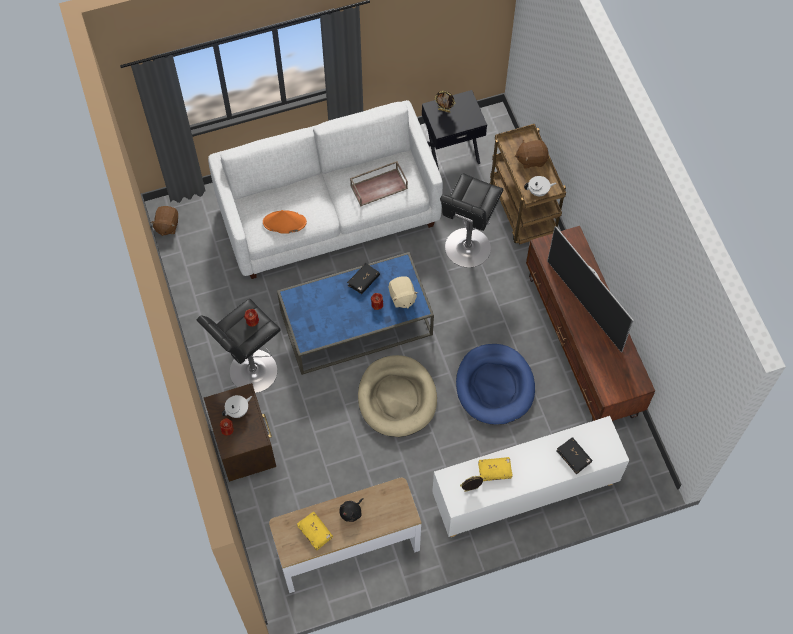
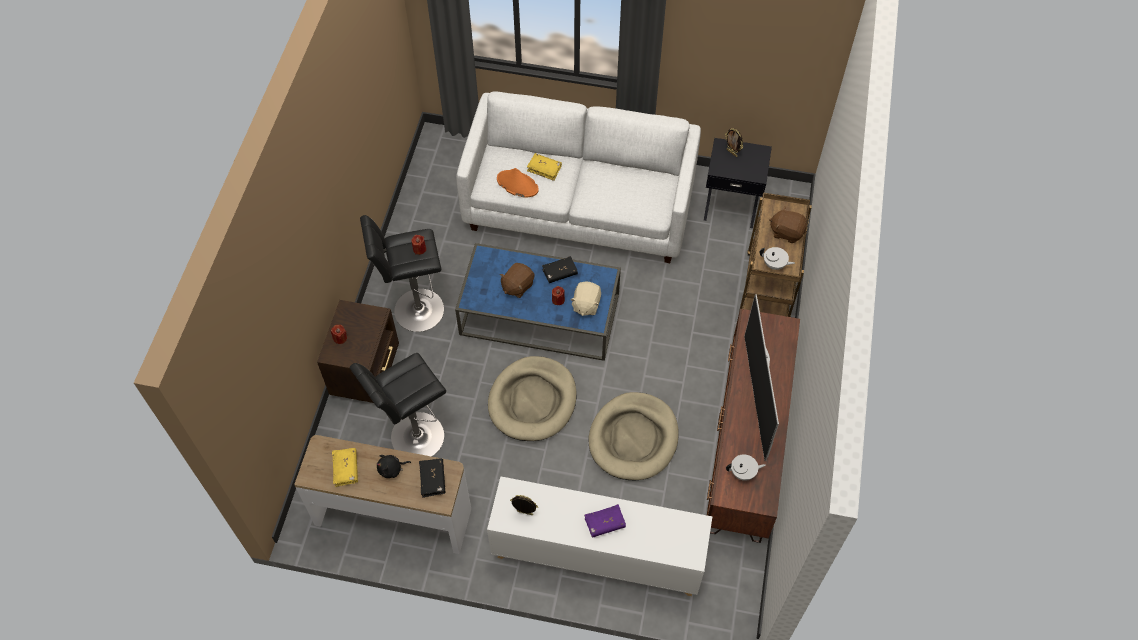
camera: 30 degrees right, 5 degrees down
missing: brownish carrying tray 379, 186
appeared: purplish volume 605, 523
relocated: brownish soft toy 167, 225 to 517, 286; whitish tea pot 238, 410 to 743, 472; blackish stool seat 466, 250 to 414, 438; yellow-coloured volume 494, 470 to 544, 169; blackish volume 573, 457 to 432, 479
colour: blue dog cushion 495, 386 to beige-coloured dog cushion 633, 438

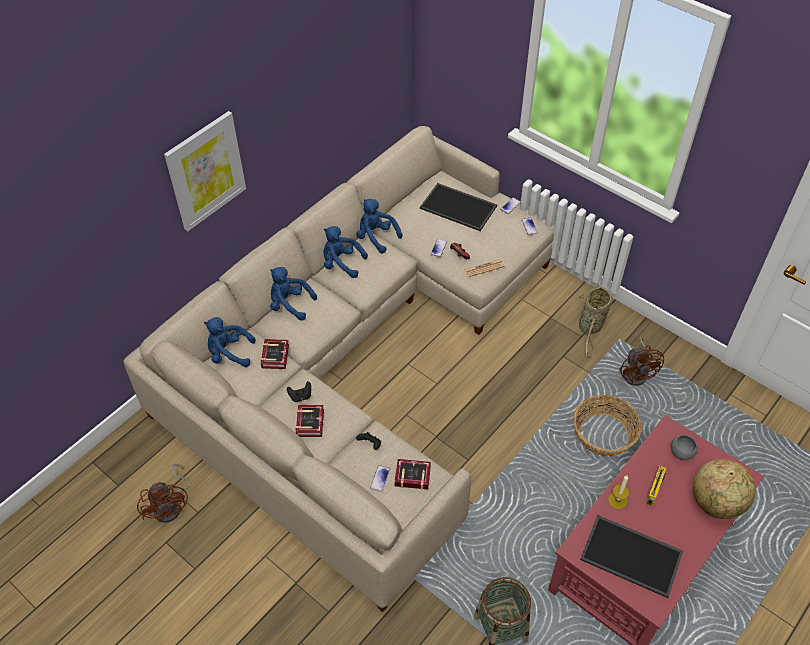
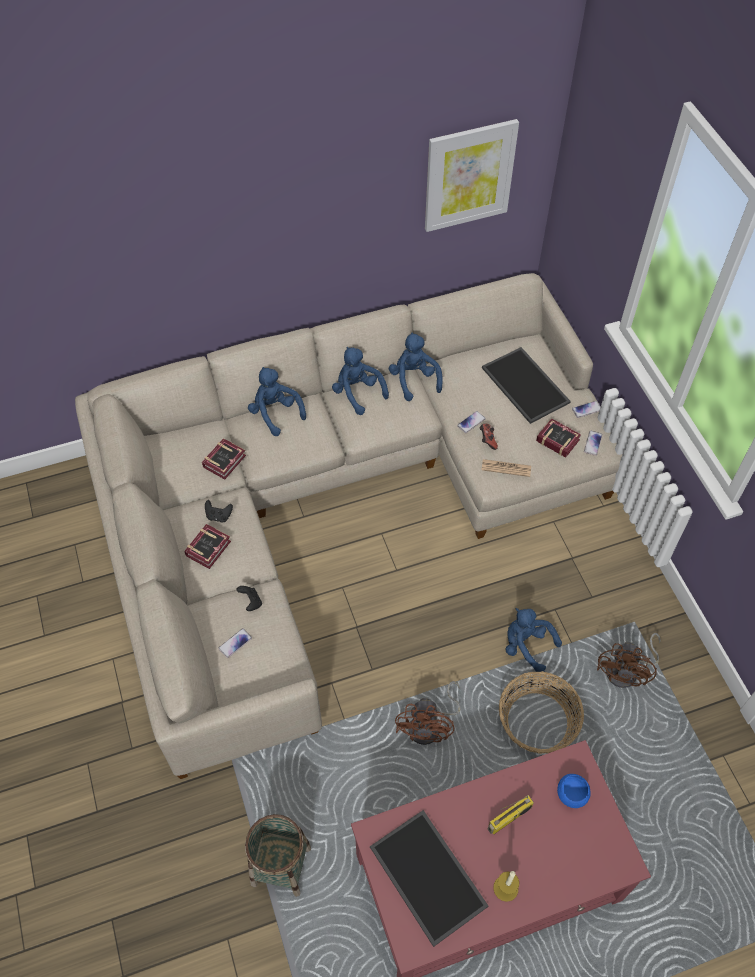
camera: 30 degrees right, 5 degrees up
missing: basket 590, 327; globe 716, 502
relocated: brownish cooling fan 171, 506 to 430, 726; picture 206, 171 to 469, 175; blue soft toy 229, 353 to 526, 646; volume 411, 475 to 556, 439; wax light 617, 500 to 505, 888
colour: greyish serving bowl 681, 453 to blue serving bowl 571, 795

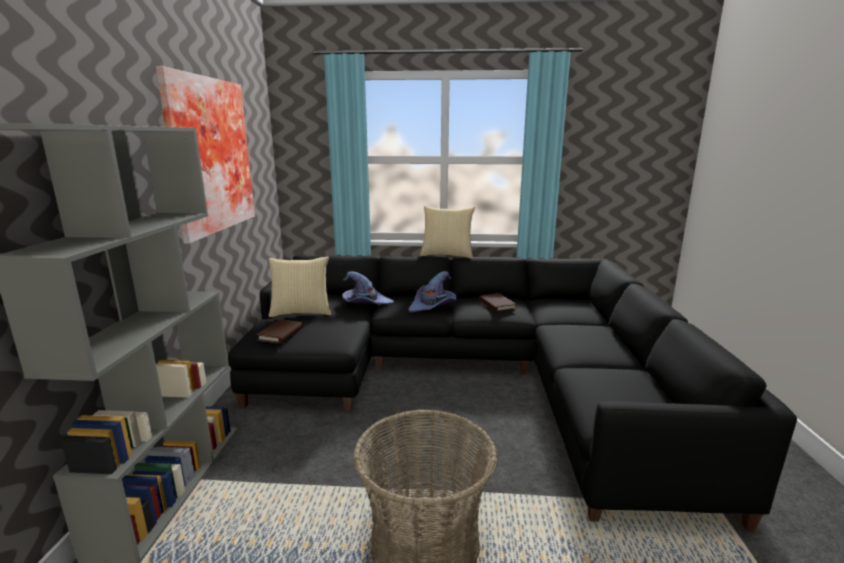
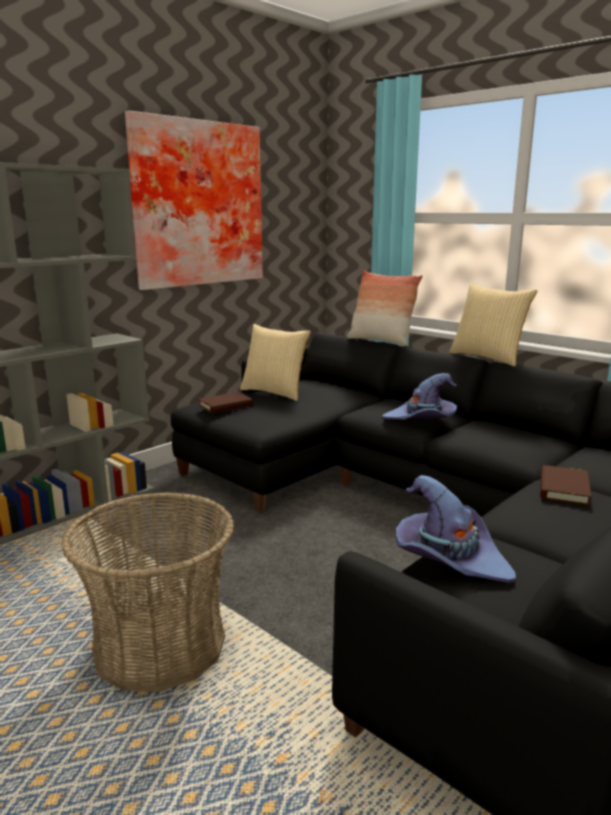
camera: 40 degrees right, 0 degrees up
appeared: cushion 380, 341
relocated: purplish hat 366, 303 to 449, 558; brownish volume 496, 305 to 563, 489

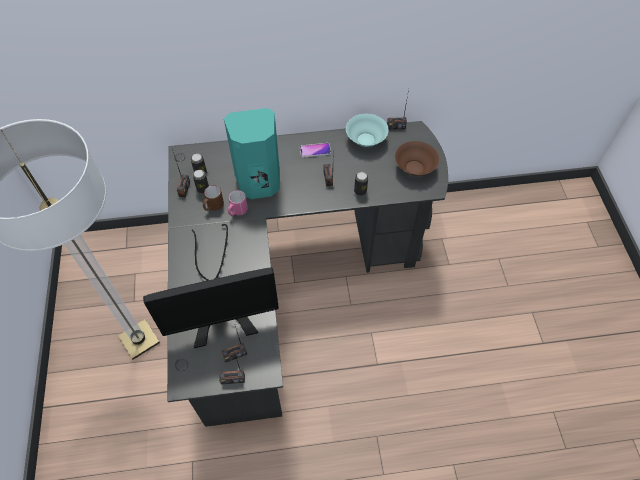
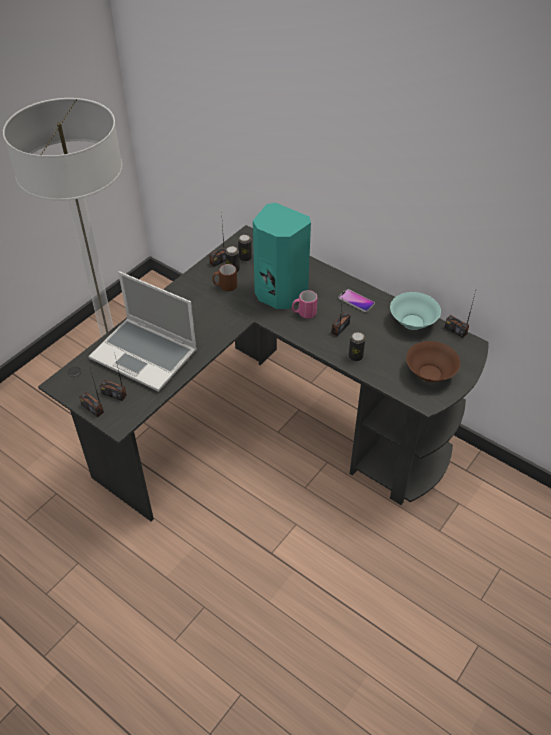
camera: 45 degrees right, 10 degrees down
relocated: pink-coloured coffee mug 237, 211 to 304, 313
exchanged: monitor 220, 305 to notebook computer 146, 355

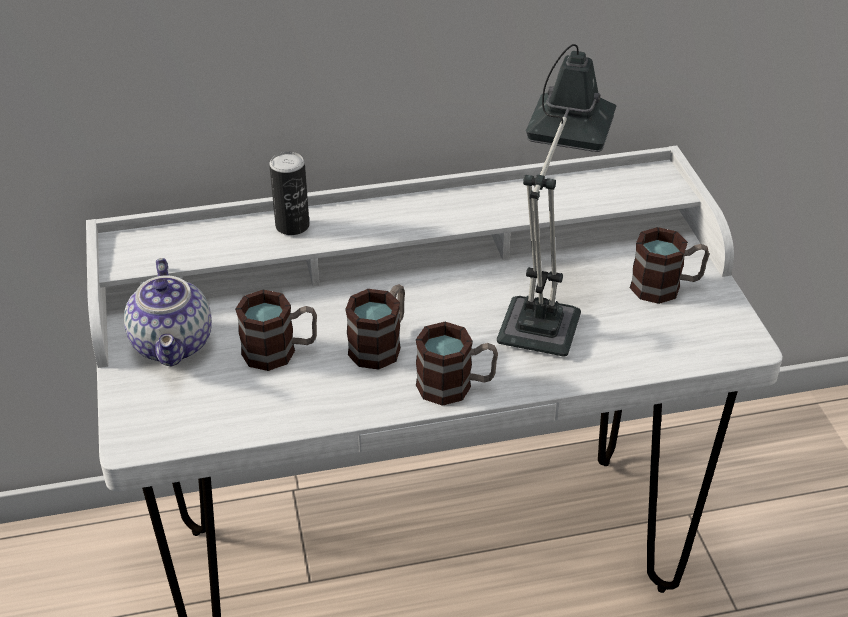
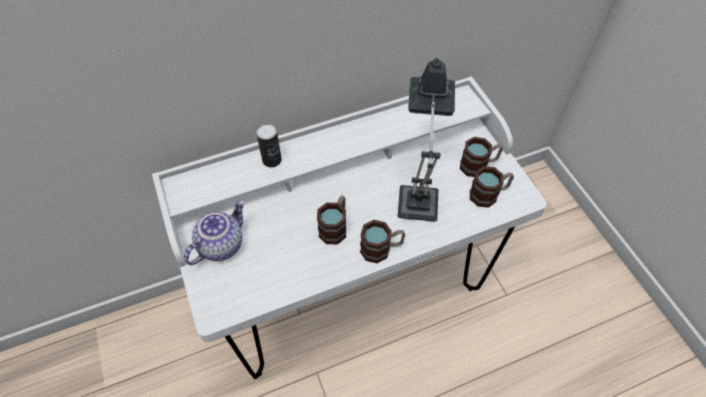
camera: 10 degrees left, 15 degrees up
relocated: coffee mug 280, 351 to 488, 194
spun: tea pot 174, 345 = 220, 244 120 degrees counterclockwise

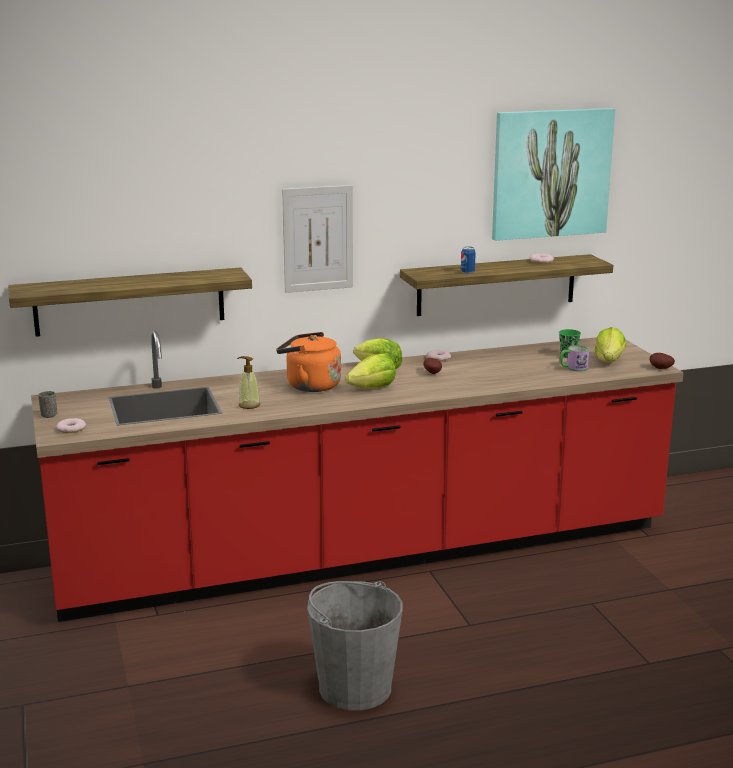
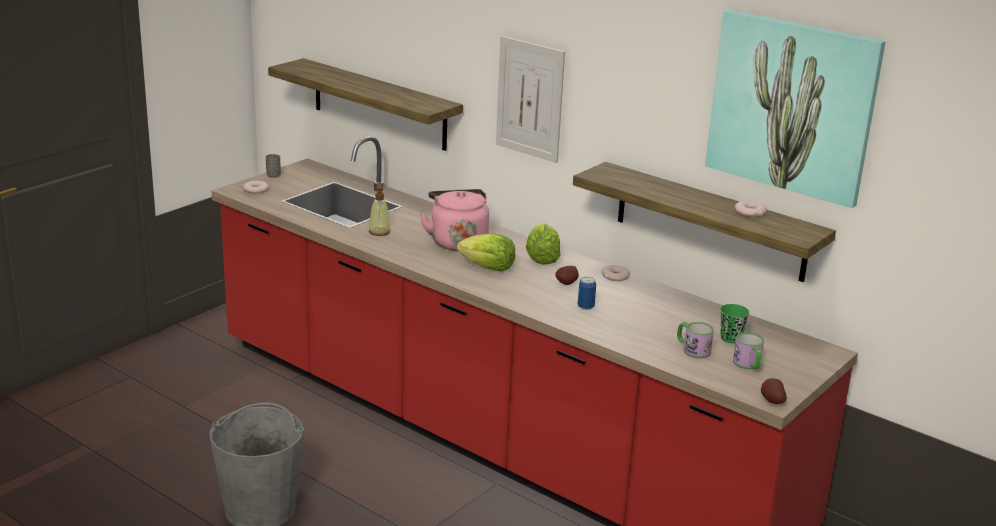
camera: 55 degrees right, 5 degrees up
relocated: sealed can 467, 272 to 585, 307
exchanged: head of lettuce 609, 361 to coffee mug 748, 365
colour: orange water kettle 309, 386 to pink-coloured water kettle 457, 241

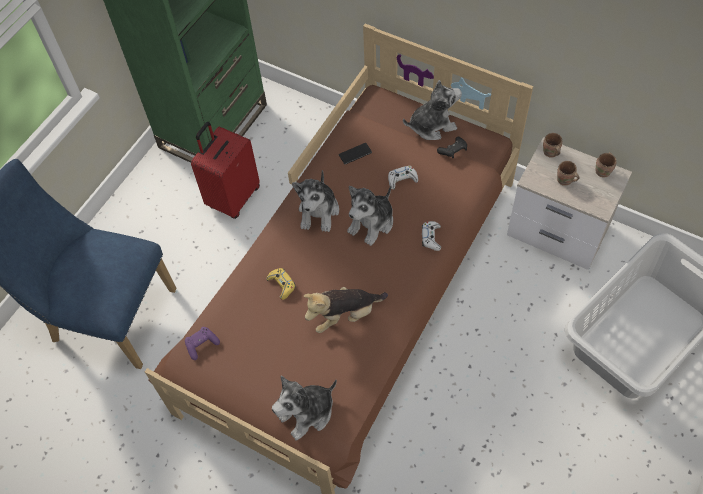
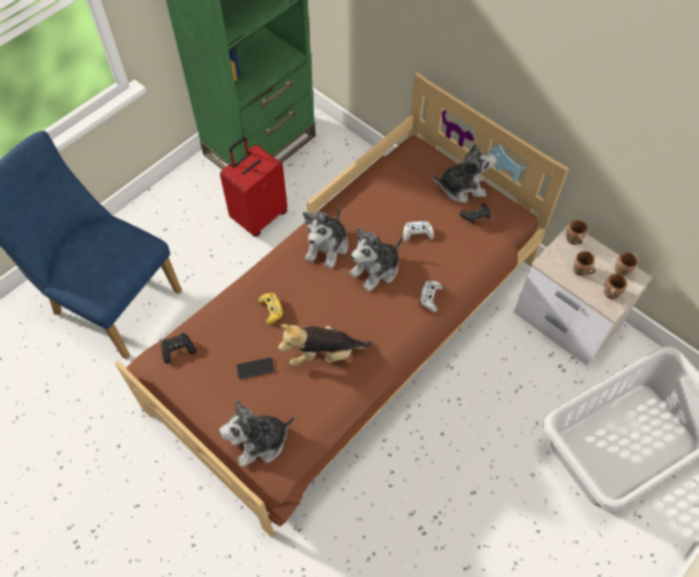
camera: 10 degrees right, 0 degrees up
appeared: brownish coffee mug 610, 293
relocated: telephone 355, 154 to 255, 368
colour: purplish joypad 202, 345 to blackish joypad 178, 350

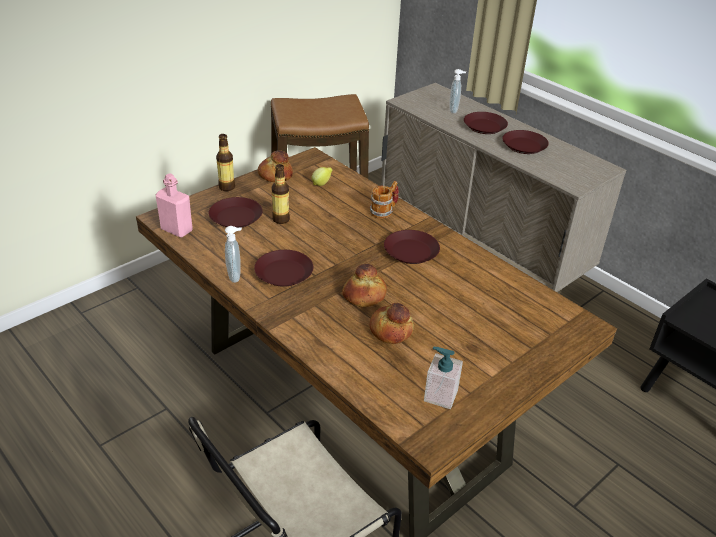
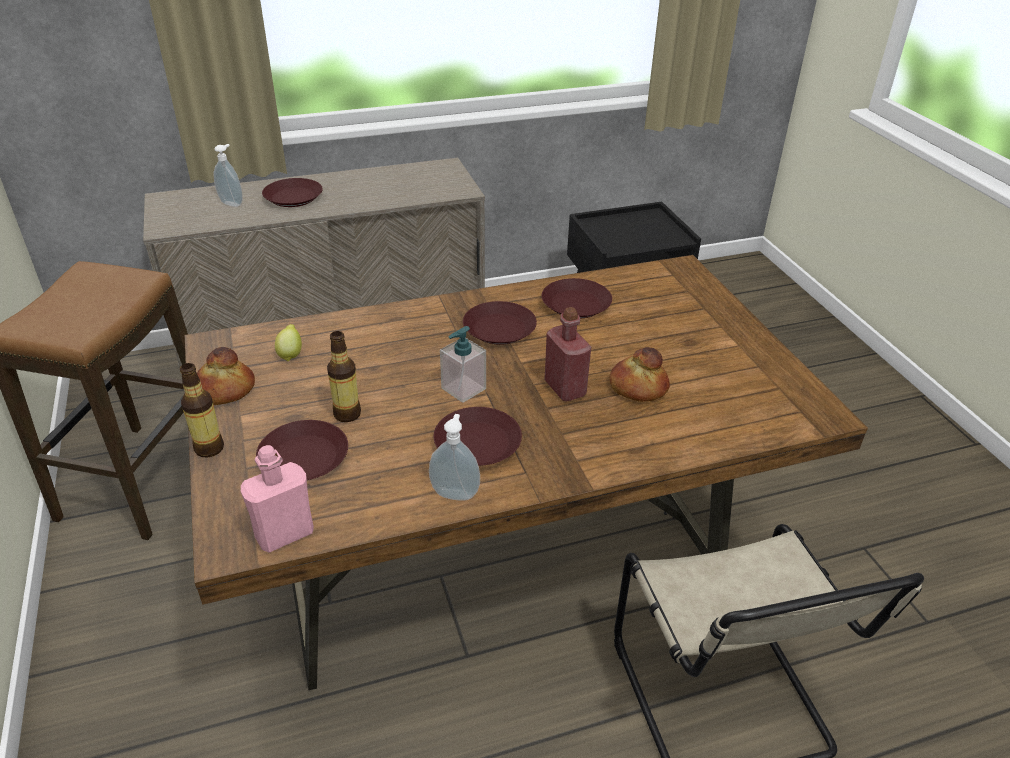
camera: 65 degrees left, 0 degrees up
missing: coffee mug 384, 211
relocated: soap bottle 440, 395 to 463, 389; brownish dinner plate 524, 146 to 575, 304
exchanged: baked bread 364, 296 to red-coloured drink bottle 565, 388

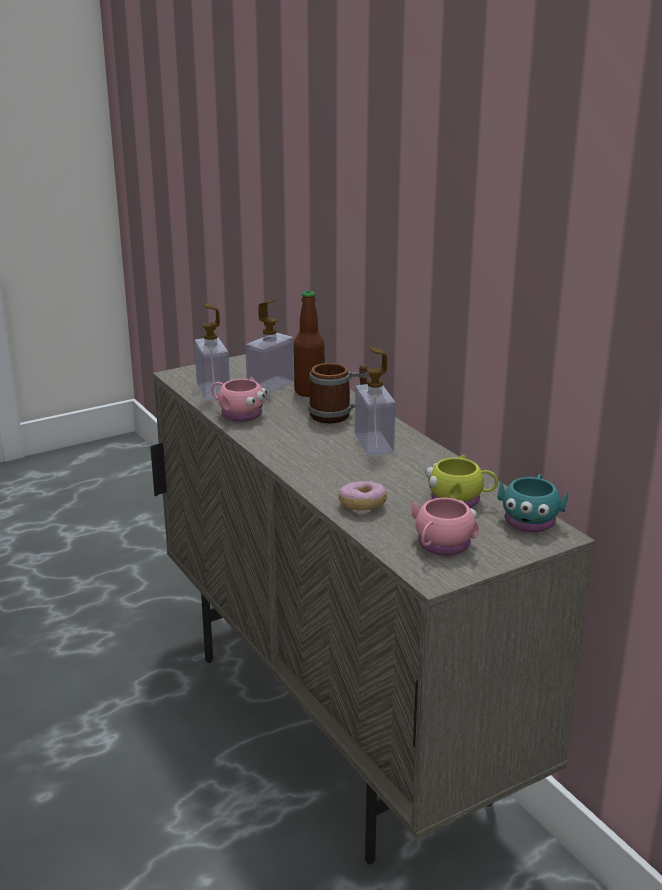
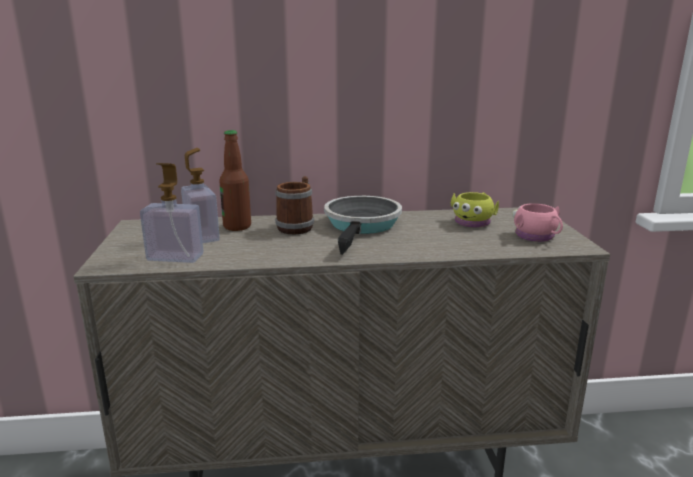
camera: 65 degrees left, 5 degrees down
missing: pink-coloured coffee mug 238, 413; donut 362, 505; turquoise coffee mug 530, 519
exchanged: soap bottle 373, 443 to frying pan 362, 226

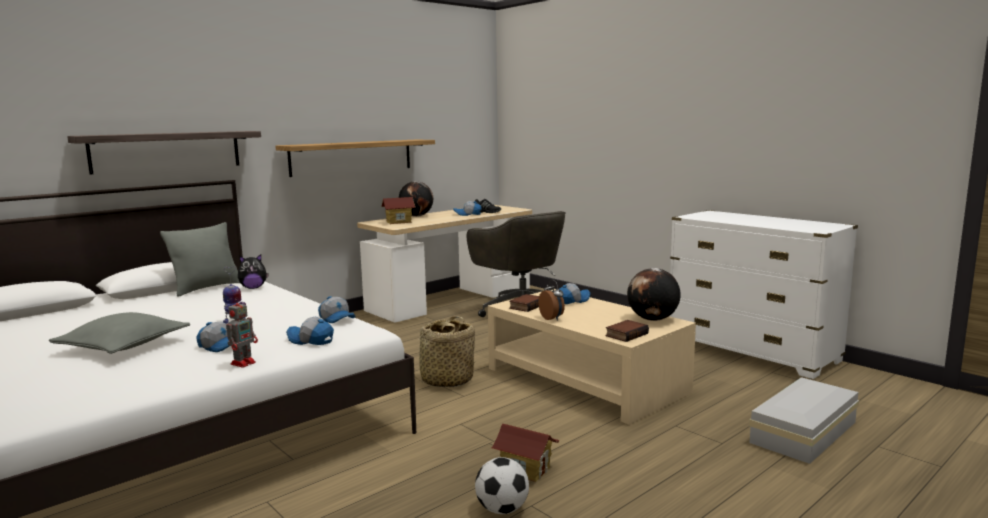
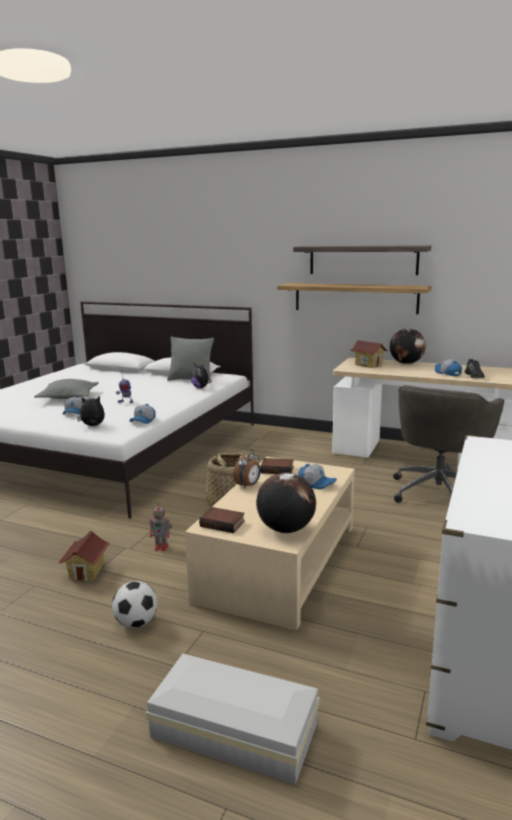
camera: 65 degrees right, 5 degrees up
relocated: wall shelf 167, 151 to 363, 260; robot figure 244, 363 to 162, 547; ball for football 502, 509 to 136, 623
exchanged: cap 310, 340 to soft toy 93, 426

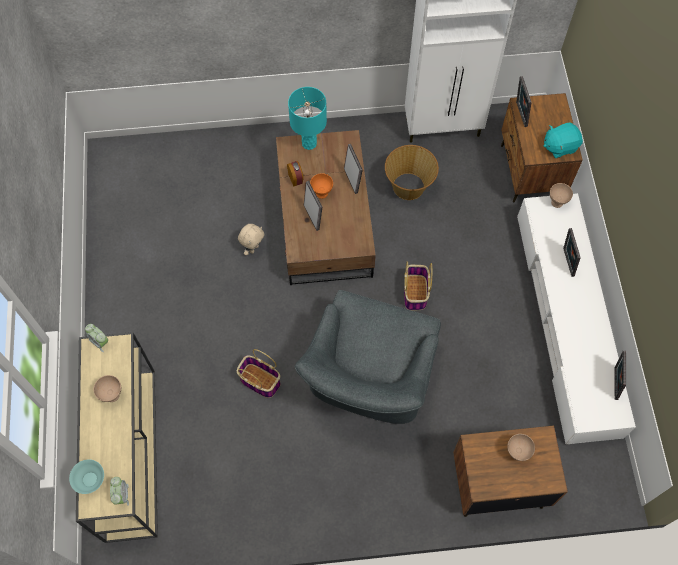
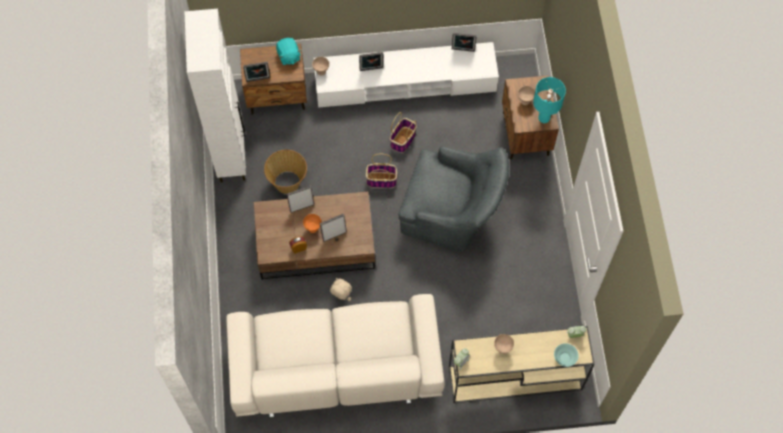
camera: 90 degrees left, 0 degrees up
appeared: beige-coloured couch 335, 367
relocated: basket 259, 381 to 403, 140; turquoise tabletop lamp 309, 143 to 544, 118

